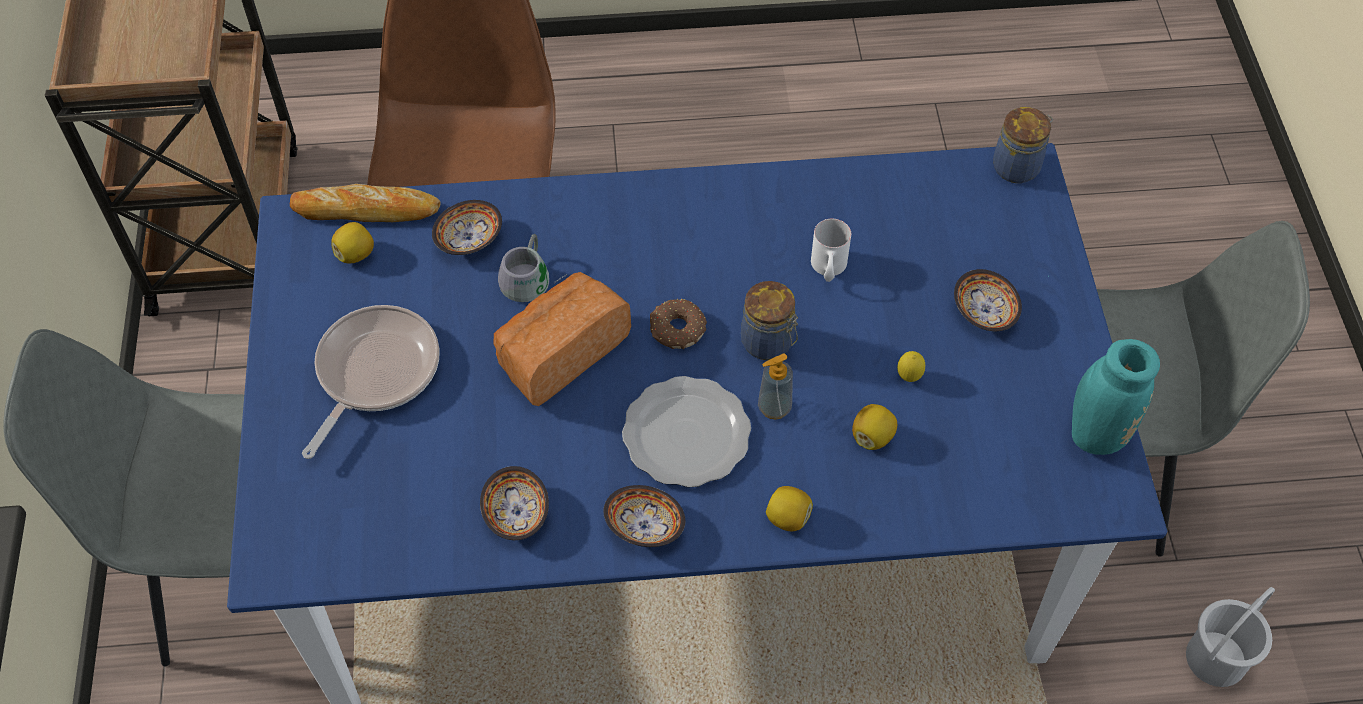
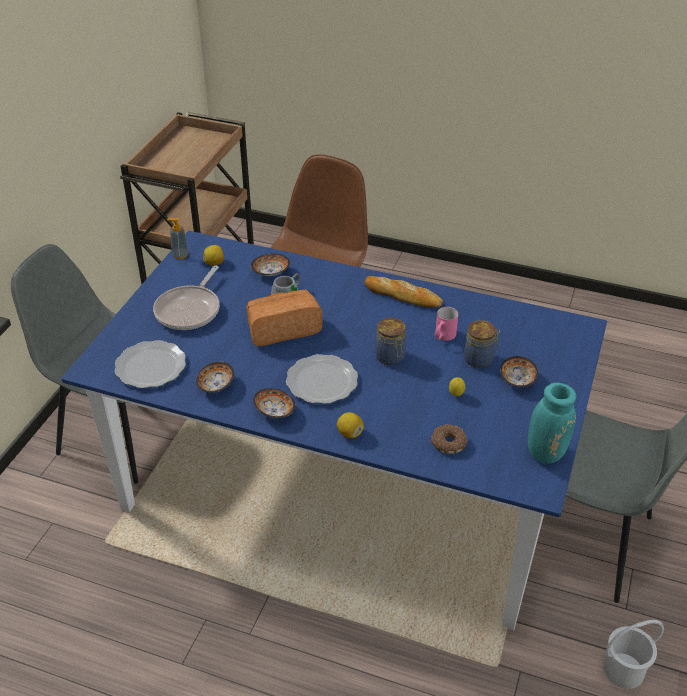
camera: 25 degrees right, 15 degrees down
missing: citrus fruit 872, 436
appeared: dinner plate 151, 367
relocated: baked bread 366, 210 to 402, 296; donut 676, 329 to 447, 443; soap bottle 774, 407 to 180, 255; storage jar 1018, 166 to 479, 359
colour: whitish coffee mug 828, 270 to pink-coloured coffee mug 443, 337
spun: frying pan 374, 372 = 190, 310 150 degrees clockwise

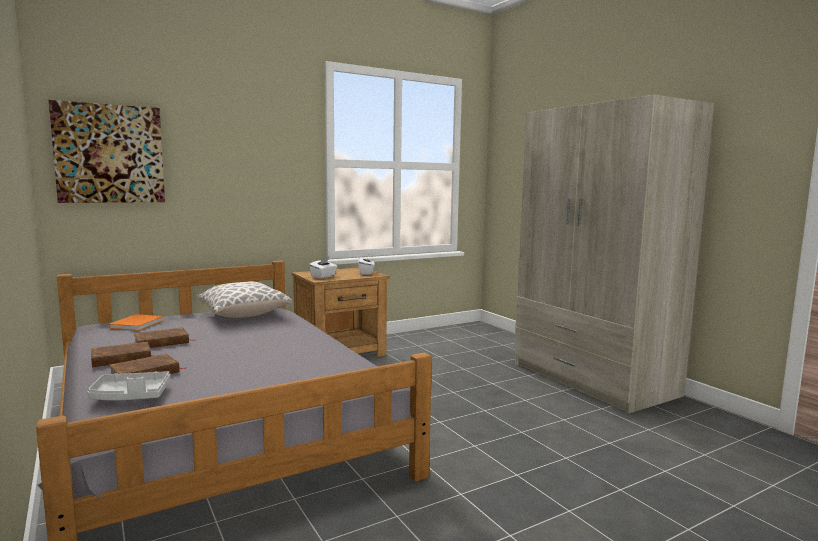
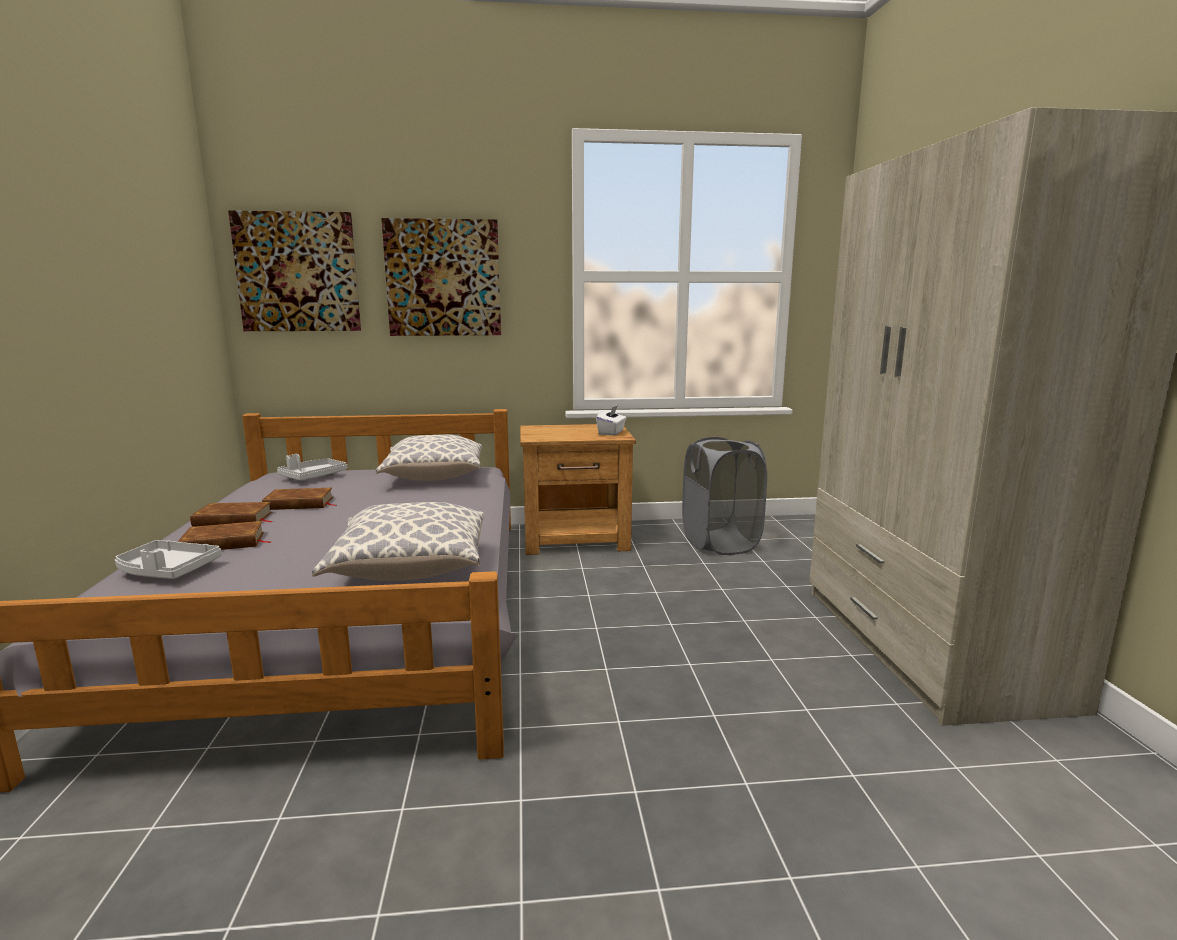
camera: 25 degrees right, 5 degrees up
missing: whitish tissue box 323, 276
appeared: cushion 409, 569; picture 443, 278; greyish laundry basket 720, 543
exchanged: orange volume 138, 324 to greyish carrying tray 313, 477

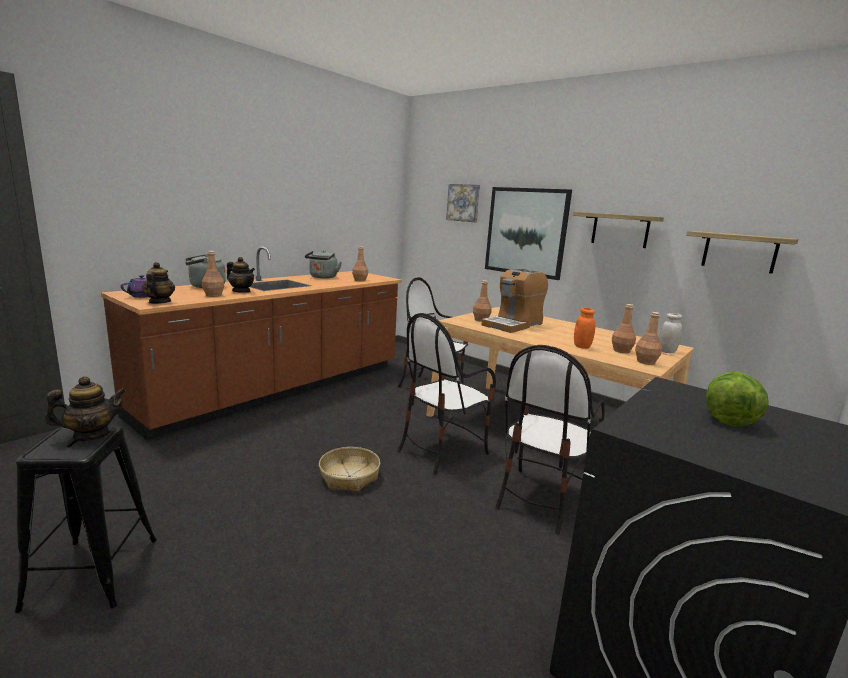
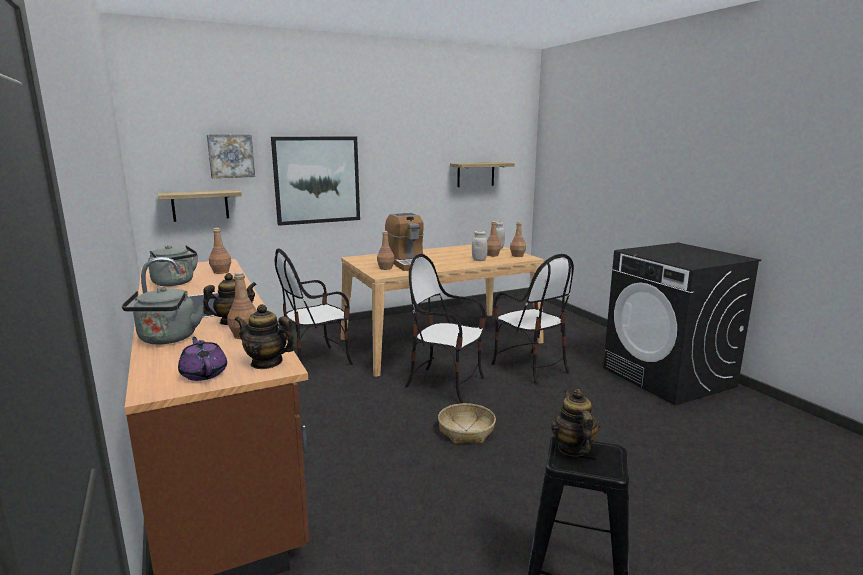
camera: 65 degrees left, 0 degrees up
missing: head of lettuce 728, 418
relocated: wall shelf 620, 230 to 200, 205
colour: orange storage jar 582, 346 to whitish storage jar 479, 260
spun: chair 441, 450 = 446, 384 135 degrees clockwise

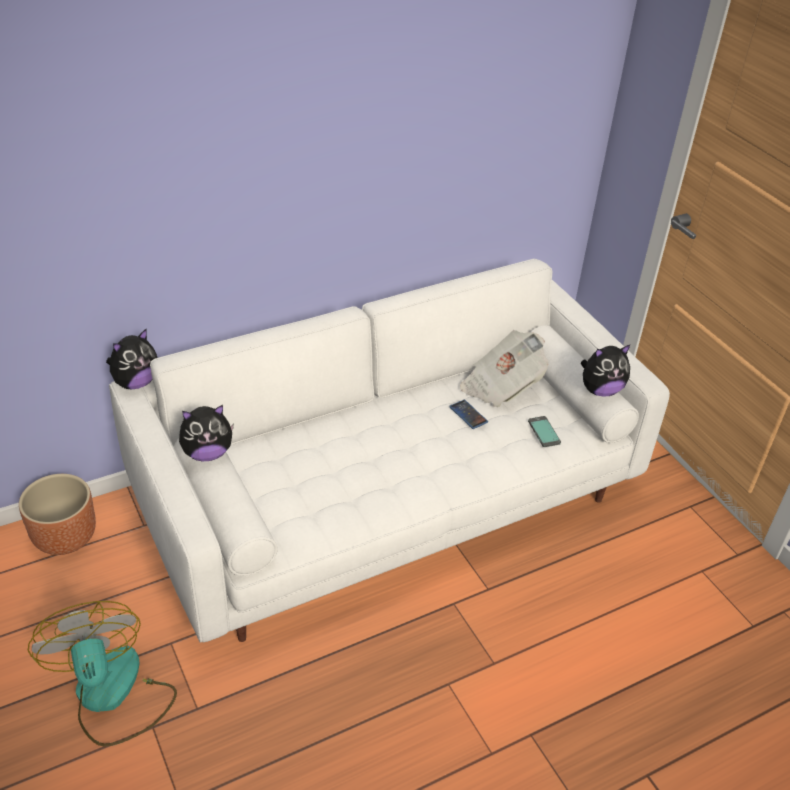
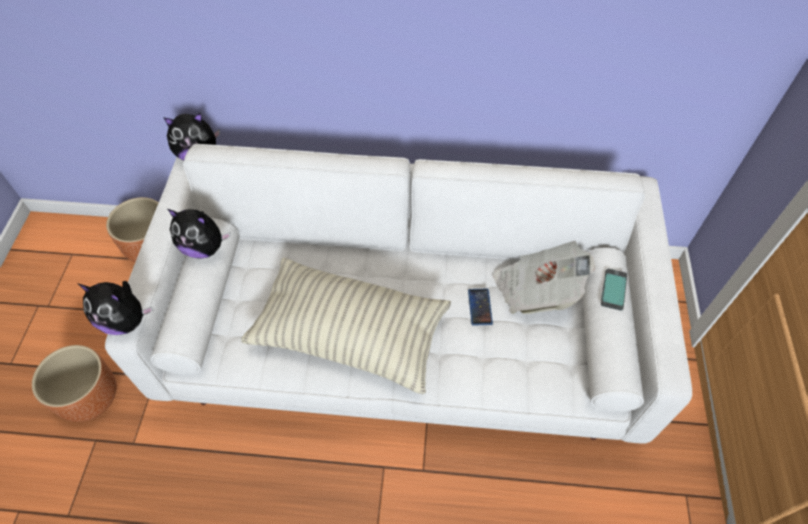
camera: 35 degrees right, 15 degrees up
appeared: cushion 350, 334
relocated: telephone 543, 432 to 613, 289; soft toy 600, 390 to 126, 320
exchanged: cooling fan 112, 695 to brownish flower pot 90, 397

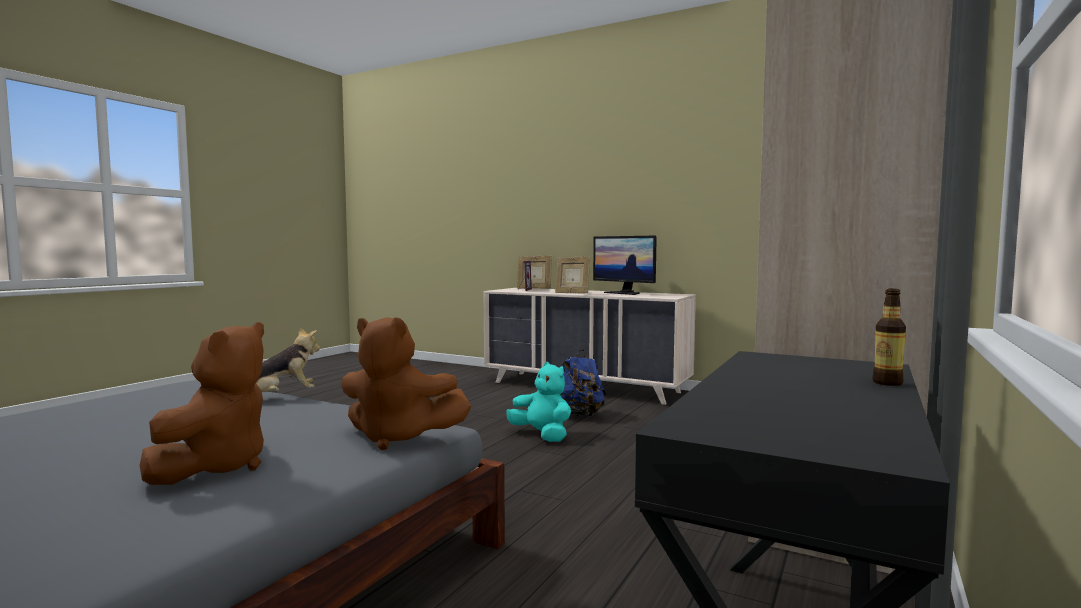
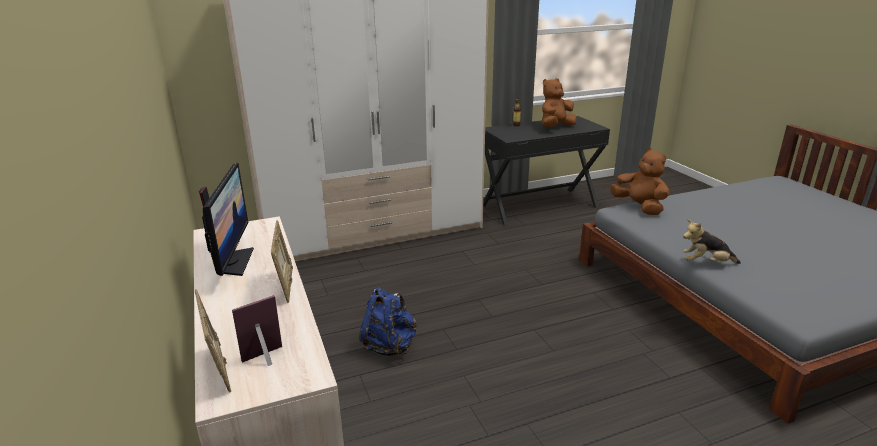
camera: 140 degrees left, 20 degrees up
missing: turquoise soft toy 542, 435
relocated: brownish soft toy 216, 467 to 555, 127

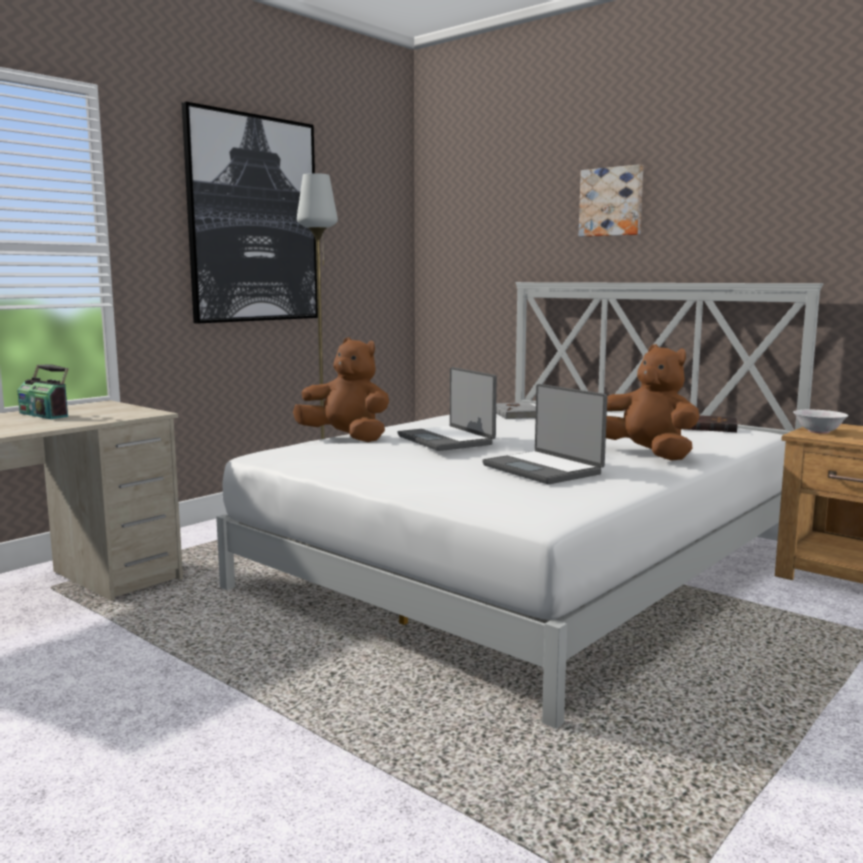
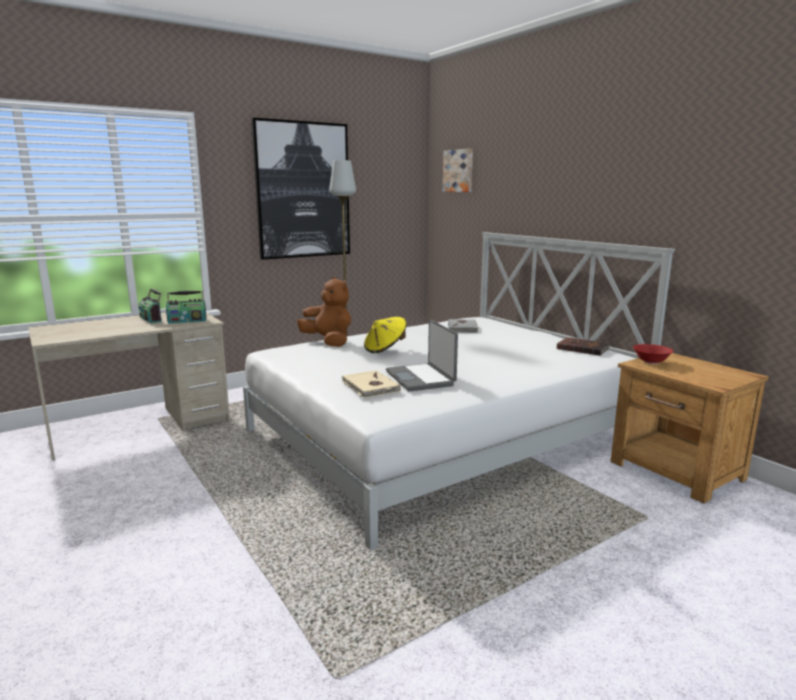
camera: 15 degrees right, 5 degrees up
missing: brownish soft toy 647, 454
appeared: radio set 187, 321; beige-coloured volume 369, 387
relocated: picture 612, 202 to 459, 171
exchanged: notebook computer 447, 440 to yellow-coloured hat 385, 349
colour: whitish serving bowl 819, 431 to red-coloured serving bowl 651, 362

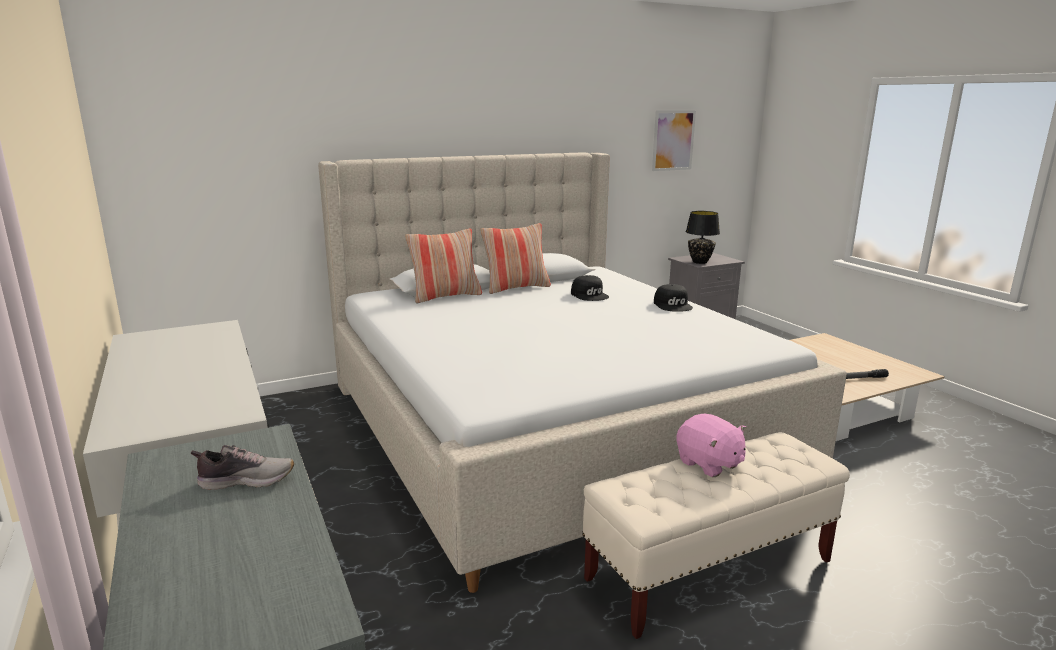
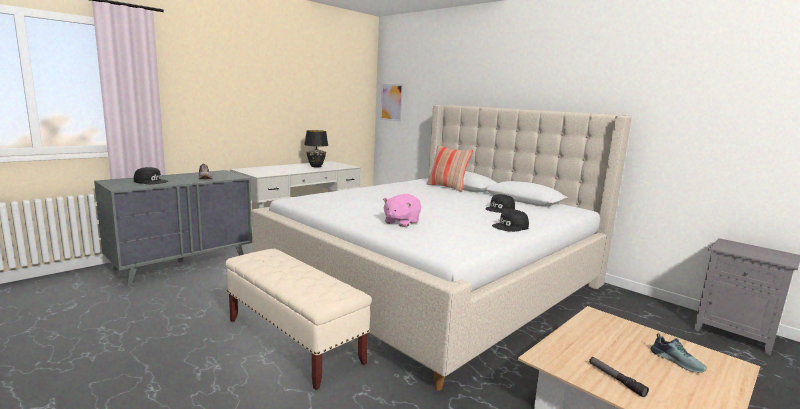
camera: 70 degrees right, 5 degrees down
missing: cushion 516, 288
appeared: blackish cap 151, 181; shoe 677, 361
relocated: picture 673, 140 to 391, 102; pink-coloured soft toy 709, 464 to 401, 222; blackish tabletop lamp 700, 262 to 316, 166

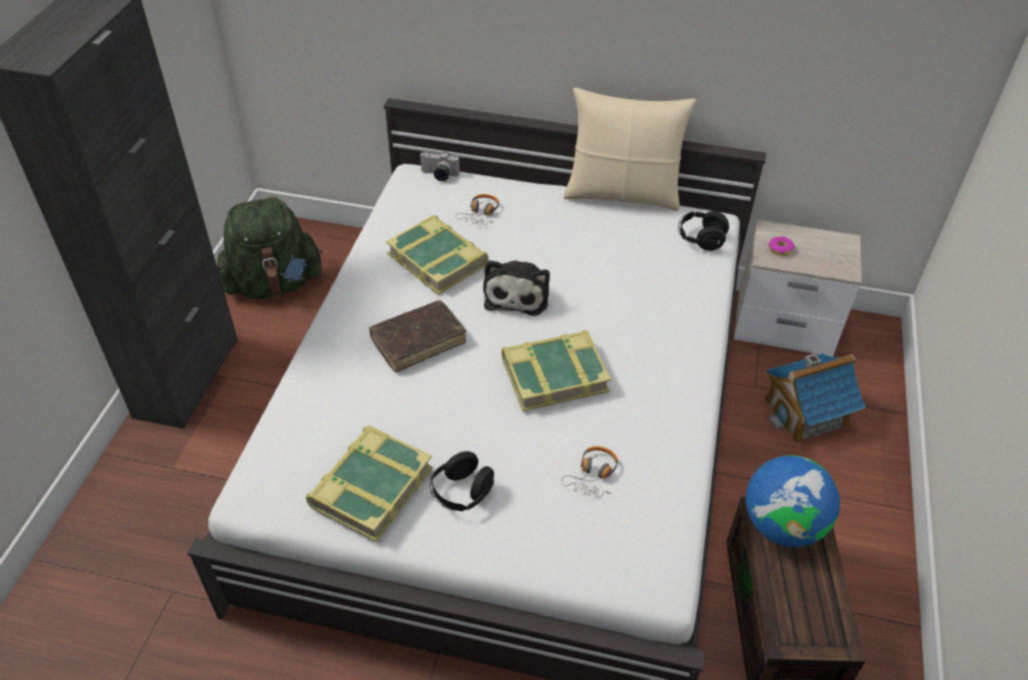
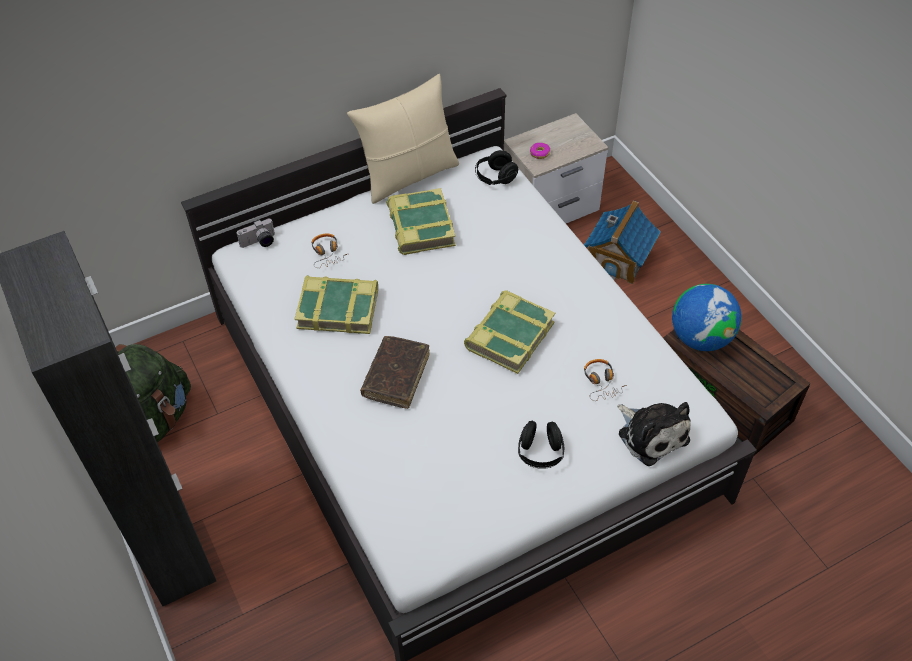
camera: 40 degrees left, 5 degrees up
relocated: volume 370, 487 to 420, 227; soft toy 517, 294 to 651, 434

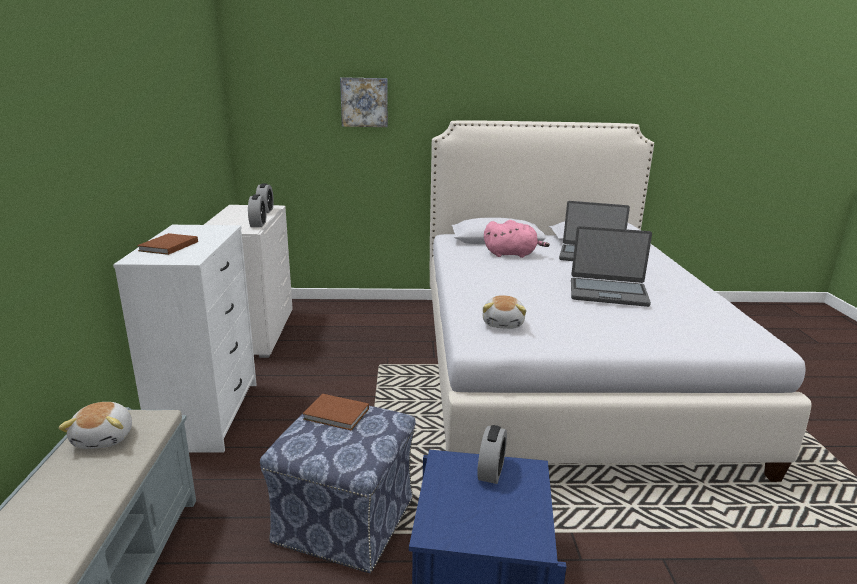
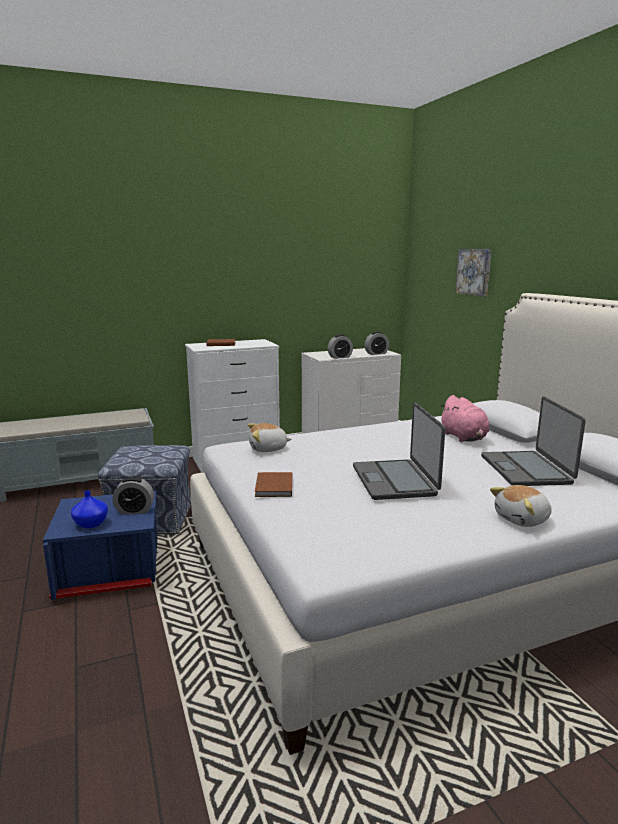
camera: 70 degrees right, 5 degrees down
appeared: blue flower vase 91, 523
relocated: soft toy 105, 438 to 523, 519; brownish volume 337, 415 to 273, 487

